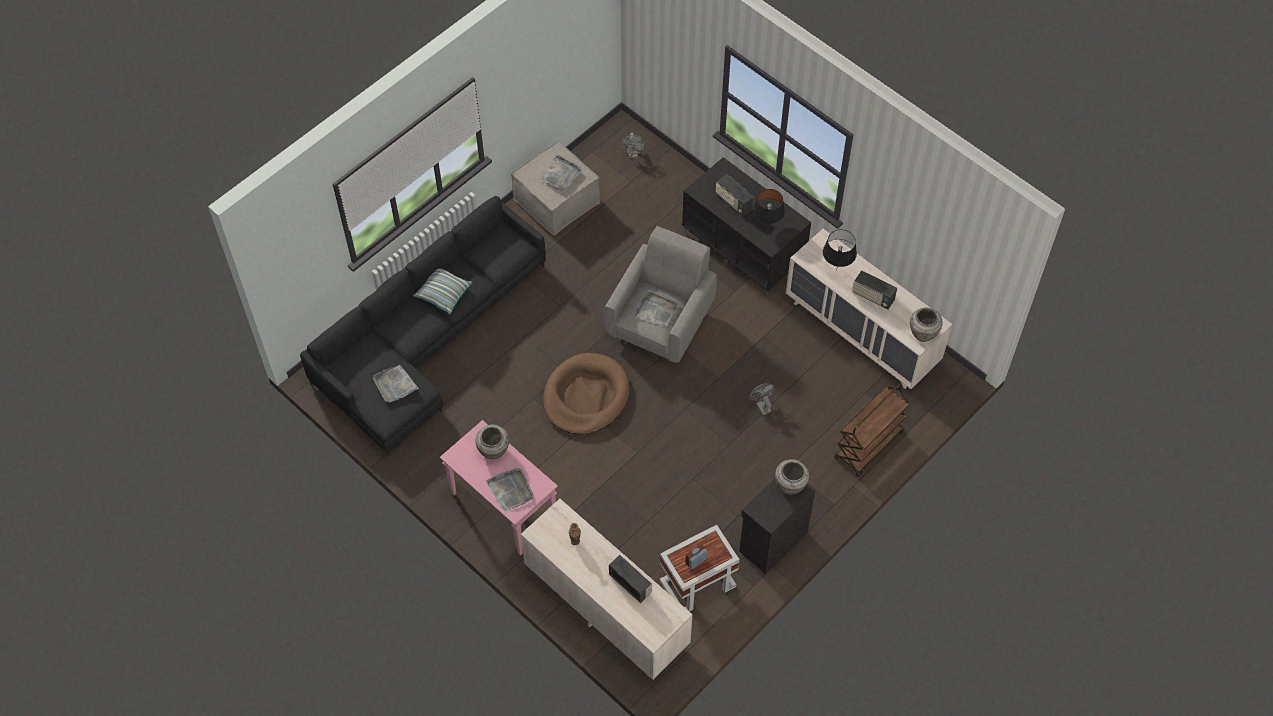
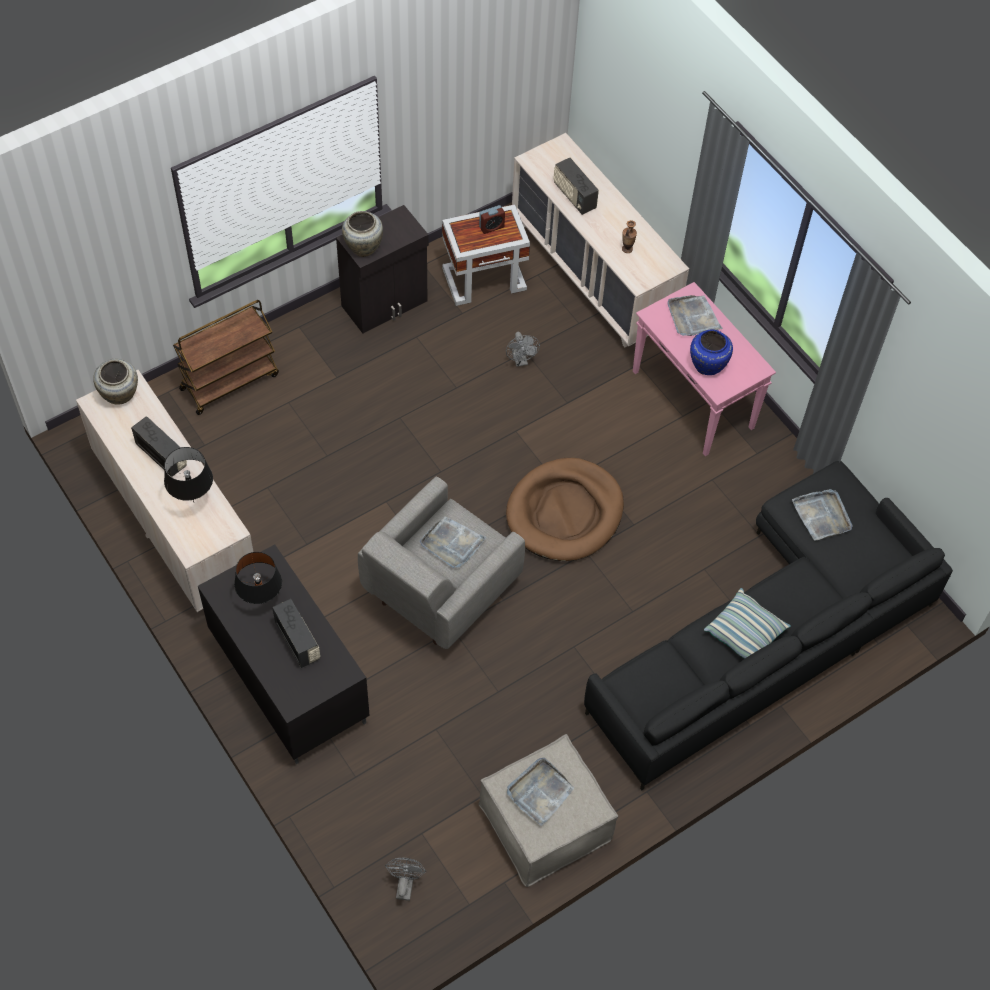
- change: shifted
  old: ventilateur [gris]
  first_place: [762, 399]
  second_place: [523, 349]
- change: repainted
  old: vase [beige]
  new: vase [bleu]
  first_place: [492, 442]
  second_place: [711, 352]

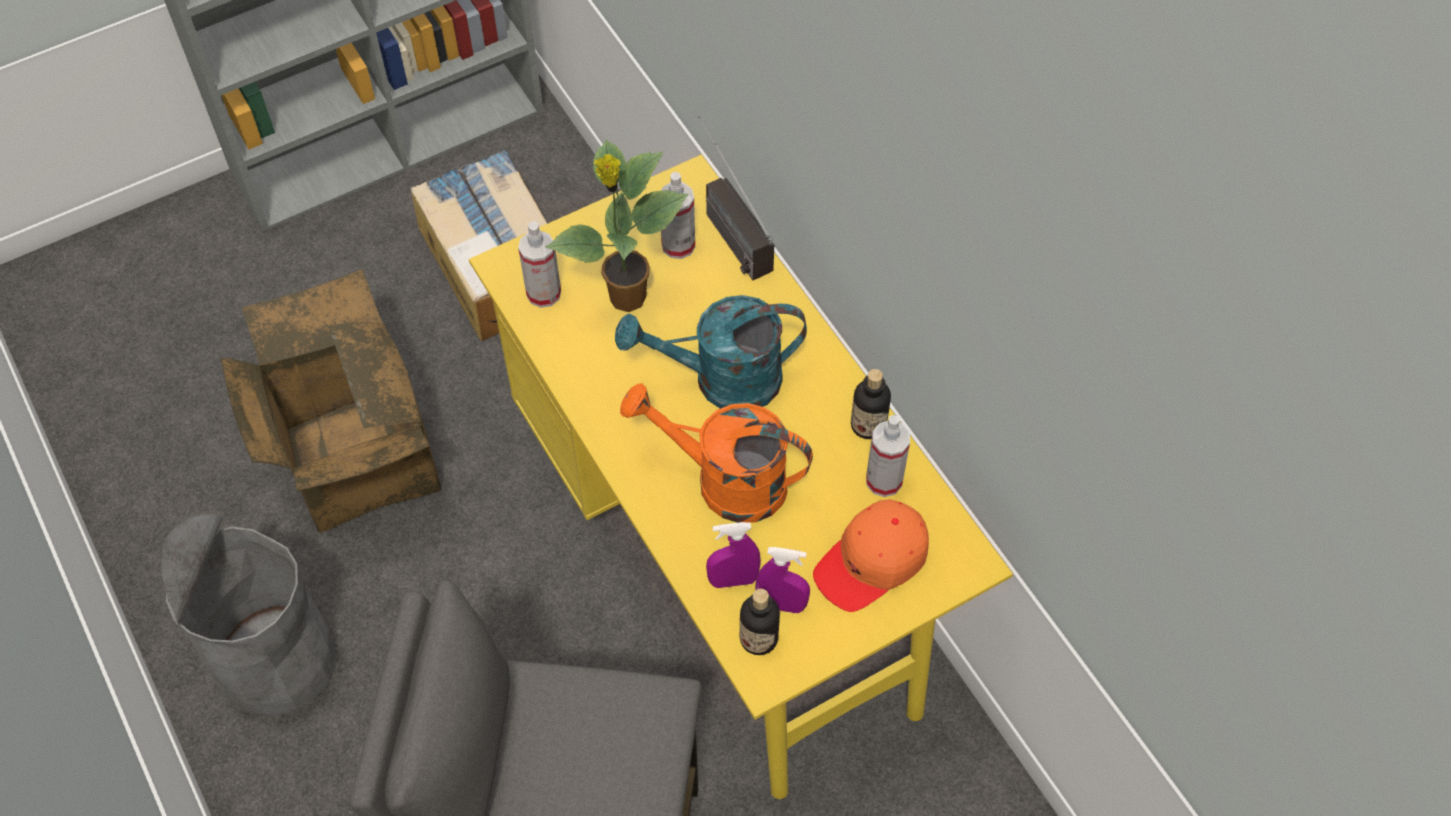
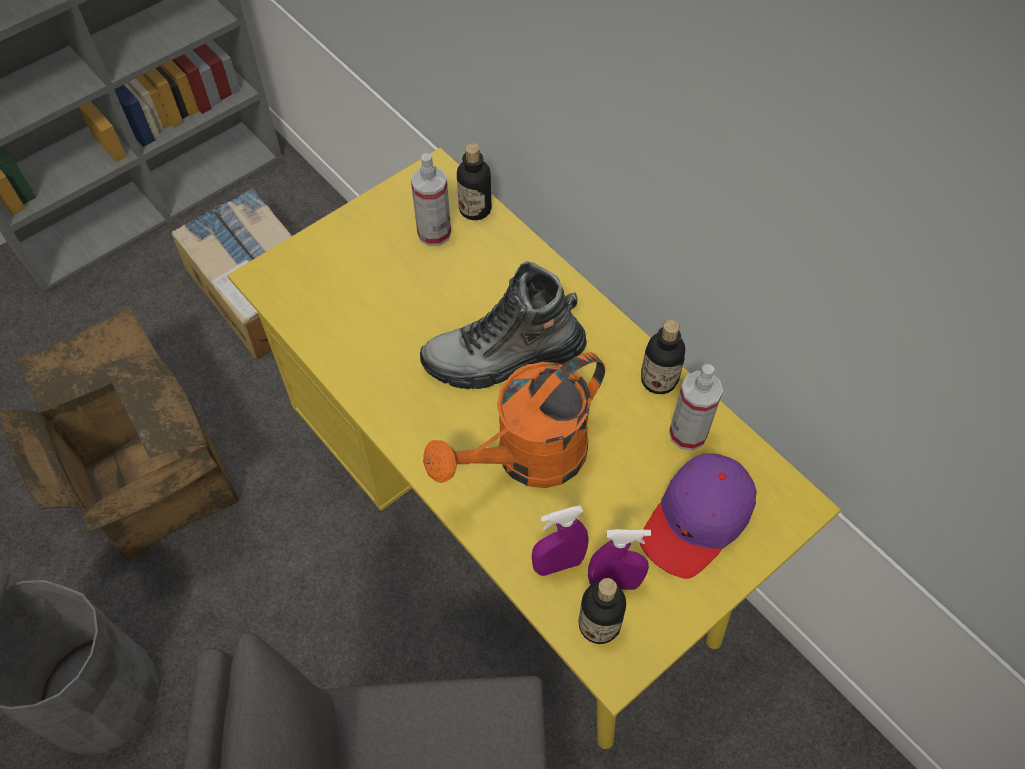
- change: swapped
  old: radio
  new: bouteille
  first_place: [736, 197]
  second_place: [474, 181]
- change: gone
  old: plante en pot
  first_place: [617, 226]
- change: gone
  old: vaporisateur
  first_place: [539, 264]
- change: swapped
  old: arrosoir [turquoise]
  new: botte
  first_place: [711, 352]
  second_place: [503, 325]
- change: rotated
  old: arrosoir [orange]
  first_place: [716, 453]
  second_place: [514, 420]
  degrees: -45
- change: repainted
  old: casquette [orange]
  new: casquette [violet]
  first_place: [871, 555]
  second_place: [698, 516]

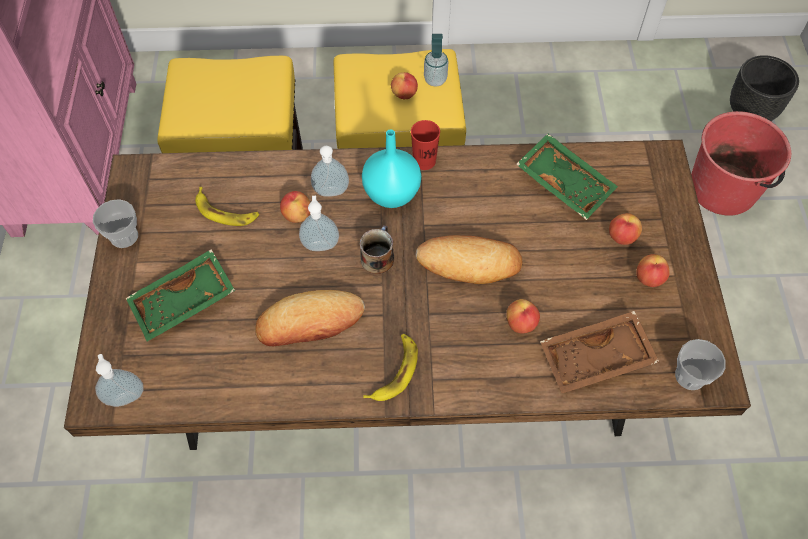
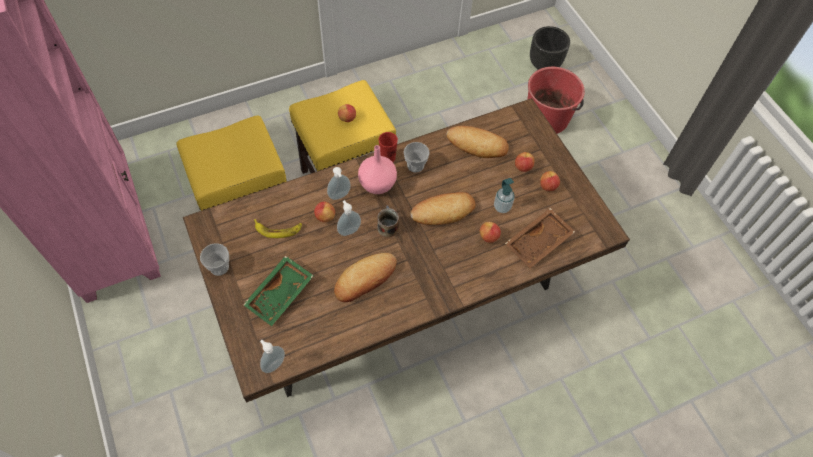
- change: shifted
  old: distributeur de savon
  first_place: [436, 60]
  second_place: [504, 195]
- change: repainted
  old: vase [turquoise]
  new: vase [rose]
  first_place: [391, 168]
  second_place: [377, 169]
- change: swapped
  old: plateau [vert]
  new: pain
  first_place: [567, 176]
  second_place: [477, 142]
- change: gone
  old: banane
  first_place: [390, 367]
- change: shifted
  old: tasse
  first_place: [700, 364]
  second_place: [417, 157]

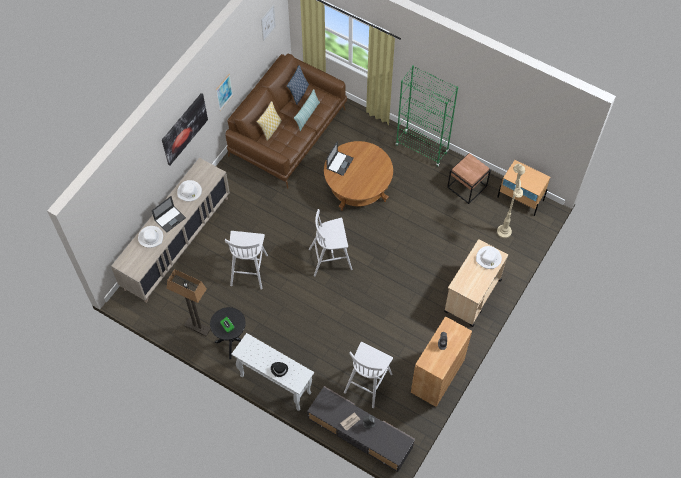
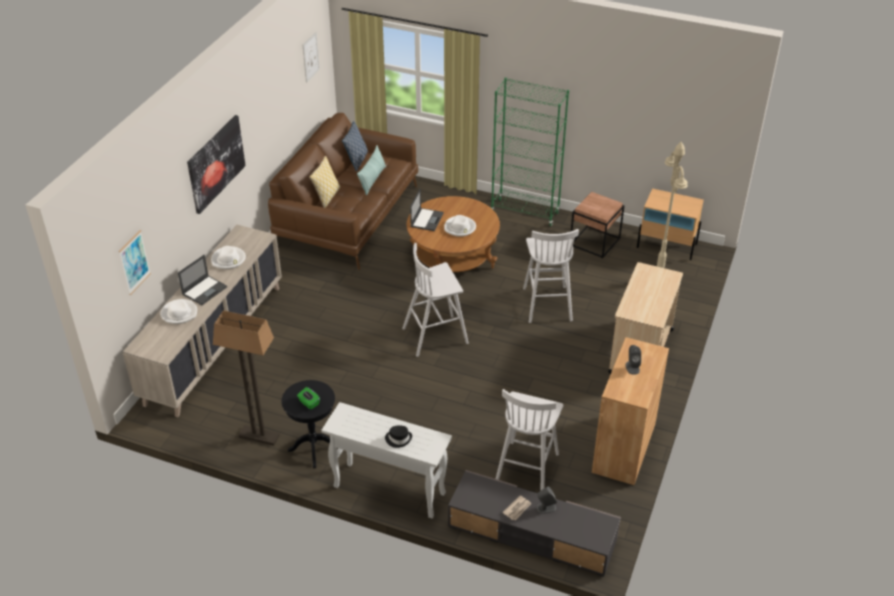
- change: shifted
  old: tableau
  first_place: [224, 92]
  second_place: [135, 262]
- change: shifted
  old: tabouret [blanc]
  first_place: [246, 260]
  second_place: [551, 276]
- change: shifted
  old: chapeau [blanc]
  first_place: [489, 257]
  second_place: [460, 226]

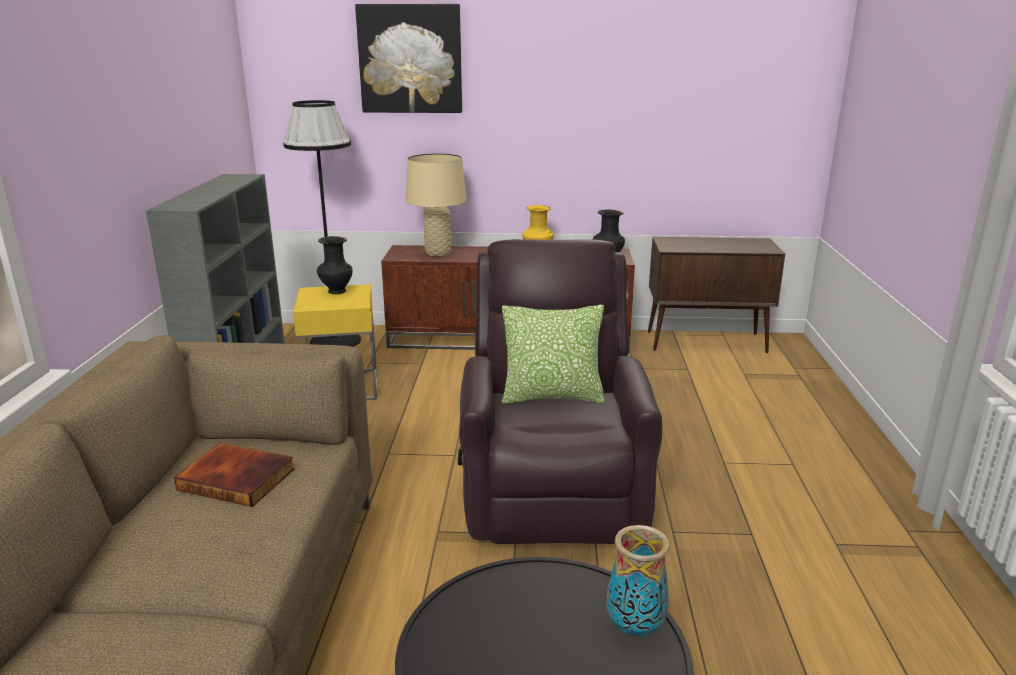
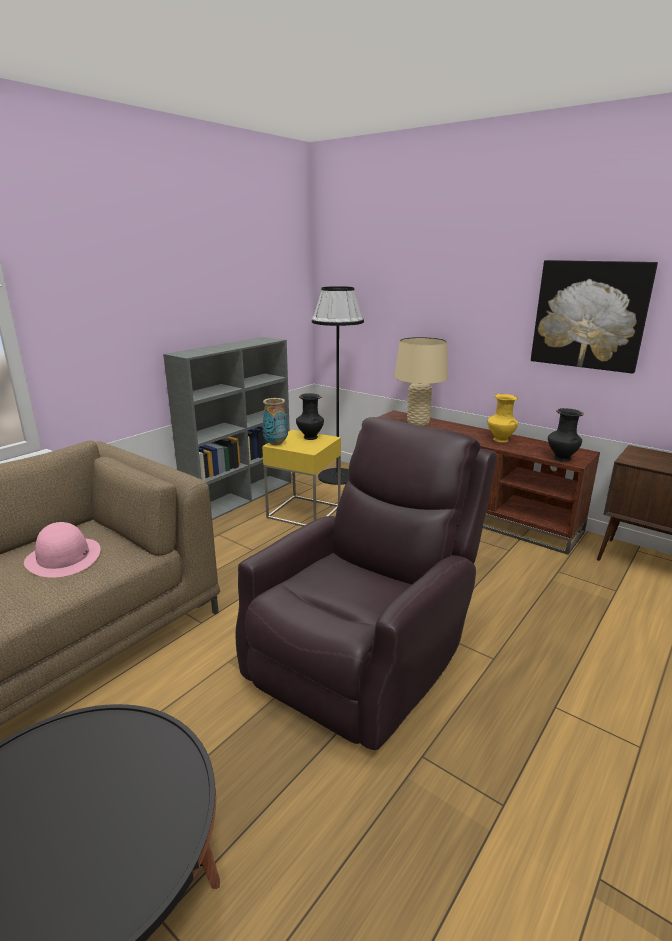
- change: shifted
  old: tableau
  first_place: [408, 58]
  second_place: [594, 317]
- change: gone
  old: coussin
  first_place: [553, 354]
- change: swapped
  old: livre
  new: chapeau [rose]
  first_place: [234, 475]
  second_place: [62, 550]
- change: shifted
  old: vase
  first_place: [638, 581]
  second_place: [275, 421]

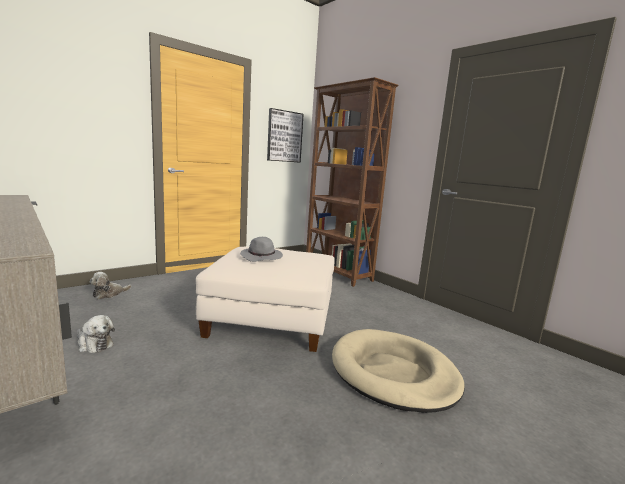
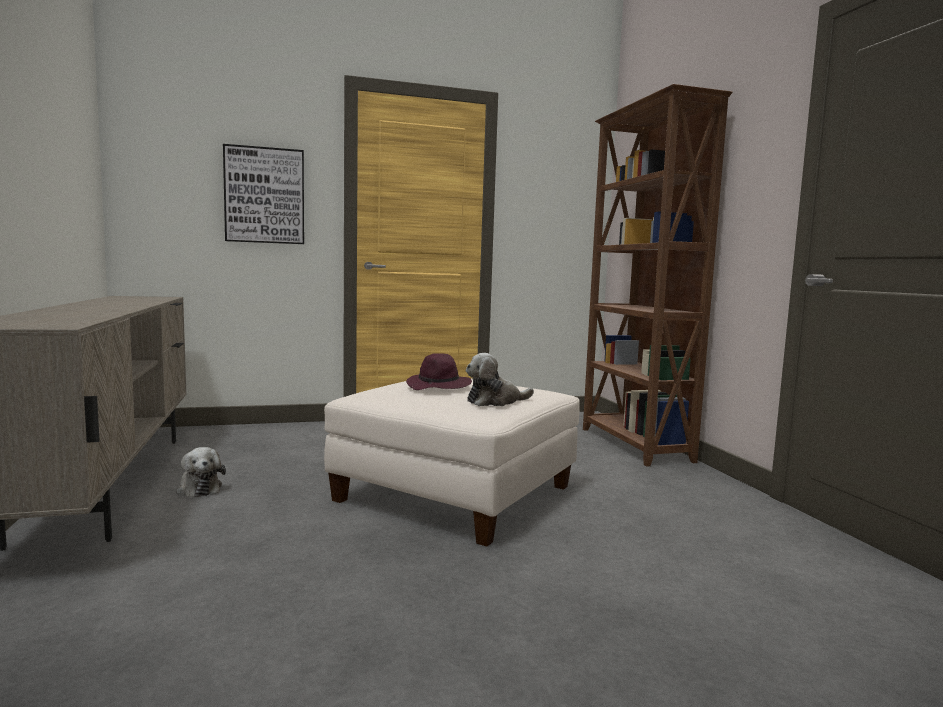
- change: shifted
  old: tableau
  first_place: [285, 135]
  second_place: [263, 194]
- change: repainted
  old: chapeau [gris]
  new: chapeau [violet]
  first_place: [261, 249]
  second_place: [439, 371]
- change: shifted
  old: peluche
  first_place: [110, 285]
  second_place: [500, 379]
- change: gone
  old: panier pour chien [beige]
  first_place: [398, 371]

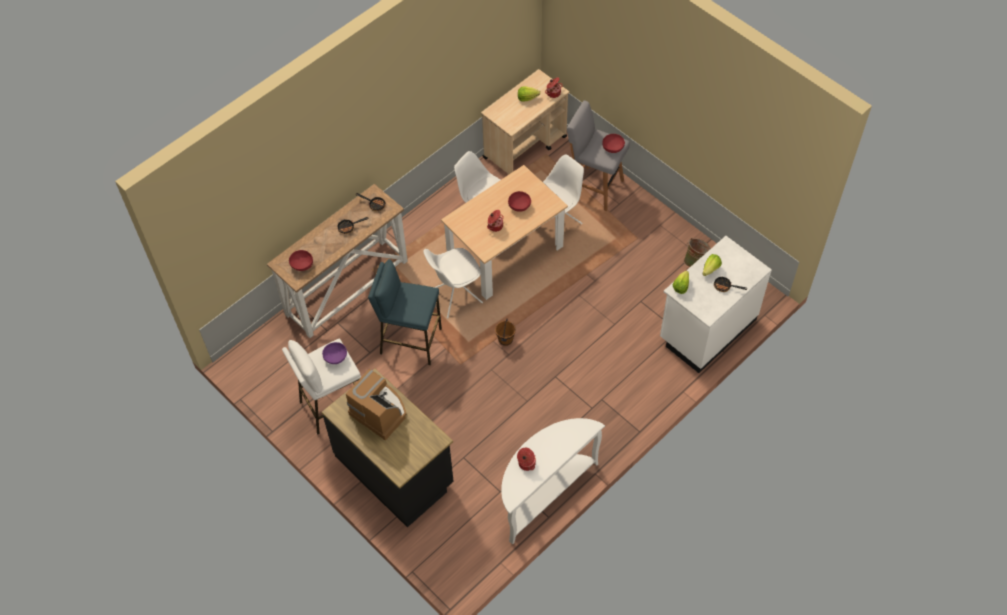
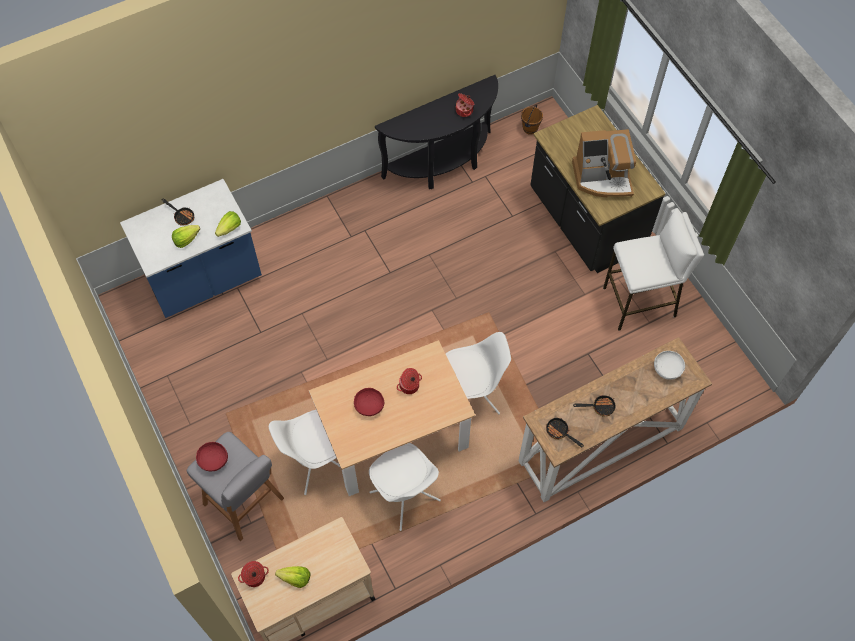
- change: repainted
  old: comptoir de cuisine [blanc]
  new: comptoir de cuisine [bleu]
  first_place: [716, 304]
  second_place: [191, 248]
- change: gone
  old: seau [vert]
  first_place: [697, 252]
- change: repainted
  old: bol [rouge]
  new: bol [blanc]
  first_place: [301, 260]
  second_place: [669, 365]
- change: gone
  old: tabouret [bleu]
  first_place: [405, 312]
- change: shifted
  old: seau [marron]
  first_place: [505, 332]
  second_place: [532, 120]
- change: gone
  old: bol [violet]
  first_place: [334, 353]
- change: rotated
  old: machine à café
  first_place: [376, 405]
  second_place: [604, 163]
  degrees: -60
- change: repainted
  old: table console [blanc]
  new: table console [noir]
  first_place: [553, 481]
  second_place: [436, 132]

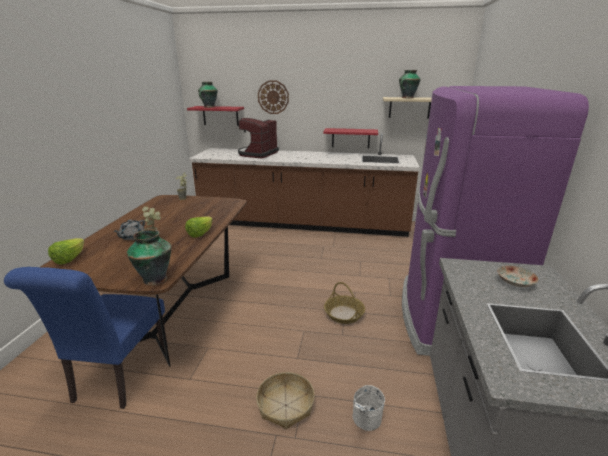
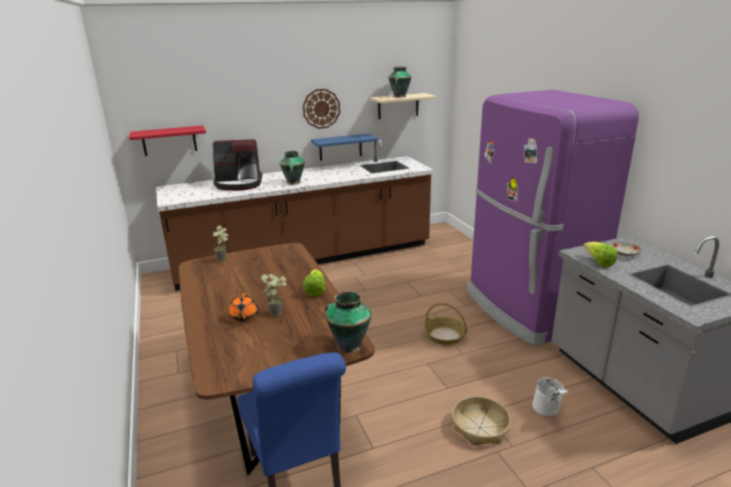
- change: shifted
  old: horloge murale
  first_place: [273, 97]
  second_place: [321, 109]
- change: shifted
  old: vase
  first_place: [208, 95]
  second_place: [292, 167]
- change: rotated
  old: machine à café
  first_place: [258, 138]
  second_place: [237, 165]
  degrees: -90
- change: repainted
  old: étagère [rouge]
  new: étagère [bleu]
  first_place: [350, 138]
  second_place: [344, 147]
- change: repainted
  old: théière [gris]
  new: théière [orange]
  first_place: [129, 230]
  second_place: [243, 307]
- change: shifted
  old: laitue
  first_place: [66, 251]
  second_place: [601, 254]

